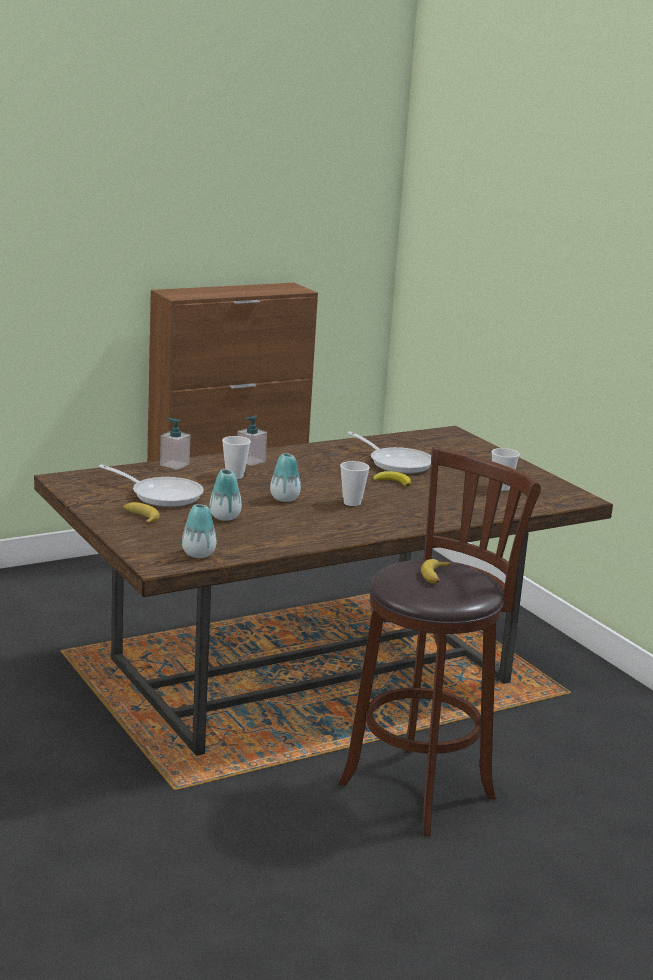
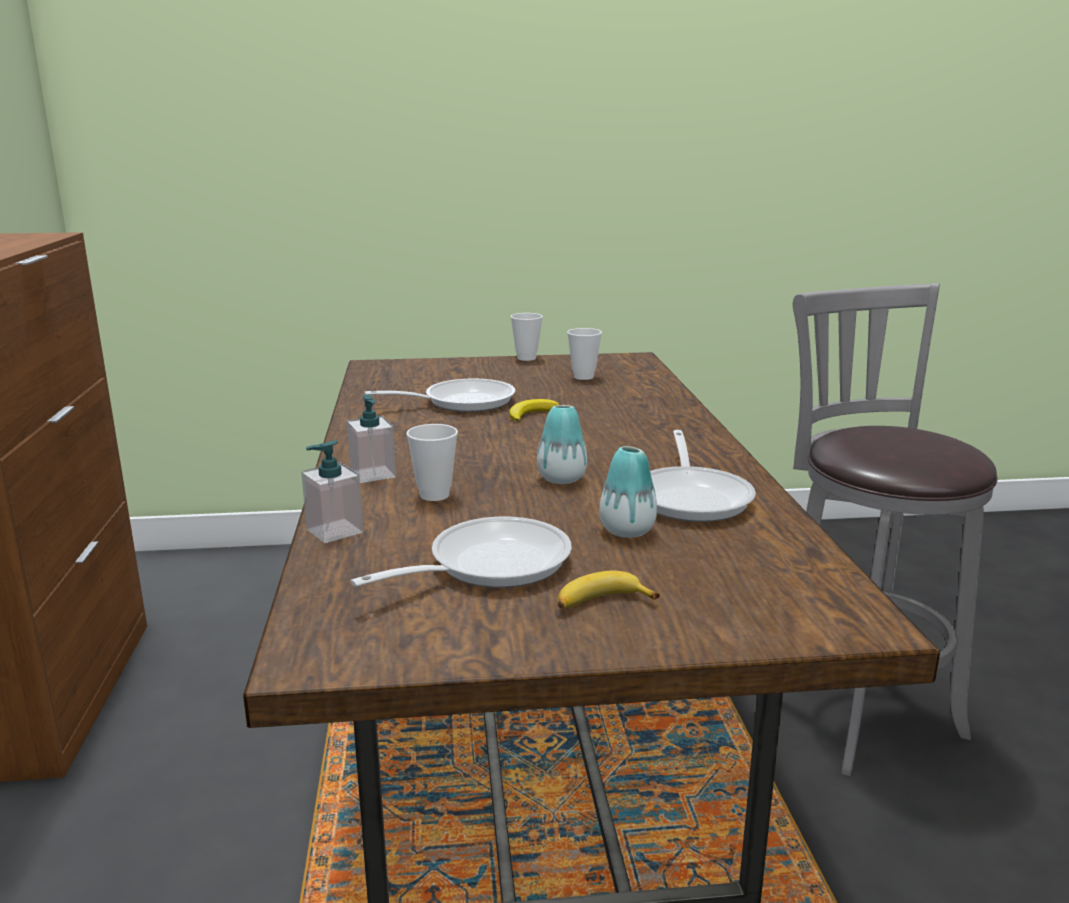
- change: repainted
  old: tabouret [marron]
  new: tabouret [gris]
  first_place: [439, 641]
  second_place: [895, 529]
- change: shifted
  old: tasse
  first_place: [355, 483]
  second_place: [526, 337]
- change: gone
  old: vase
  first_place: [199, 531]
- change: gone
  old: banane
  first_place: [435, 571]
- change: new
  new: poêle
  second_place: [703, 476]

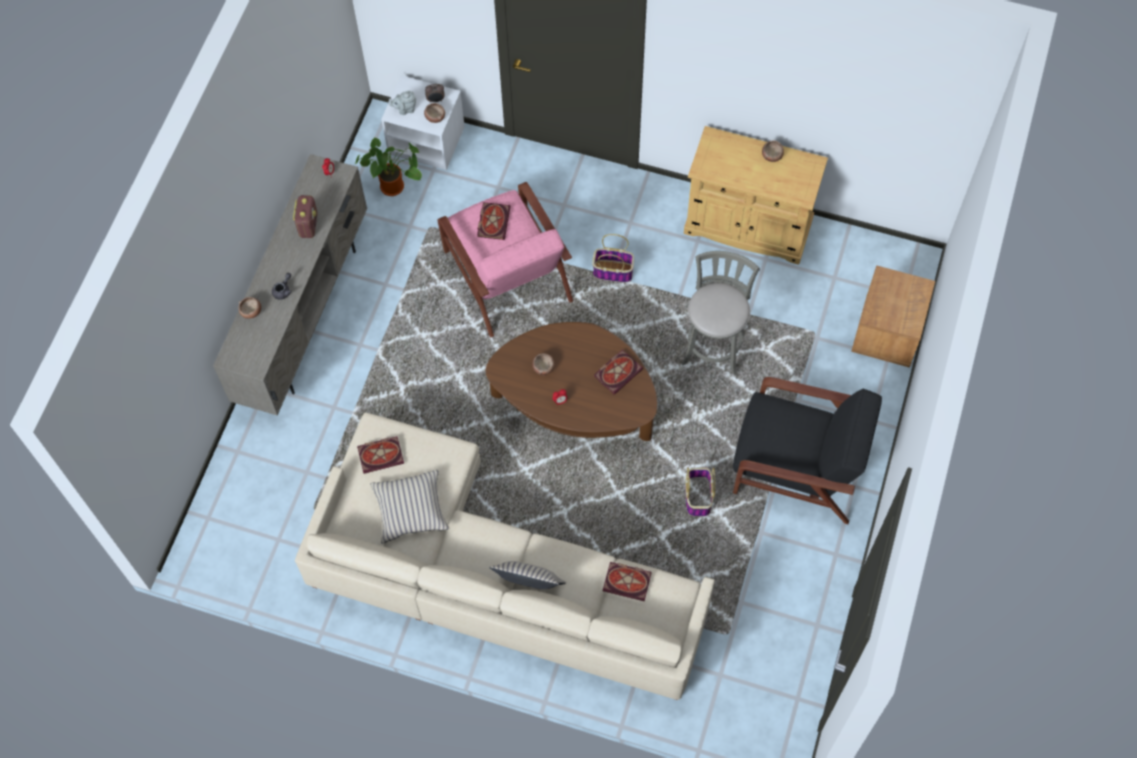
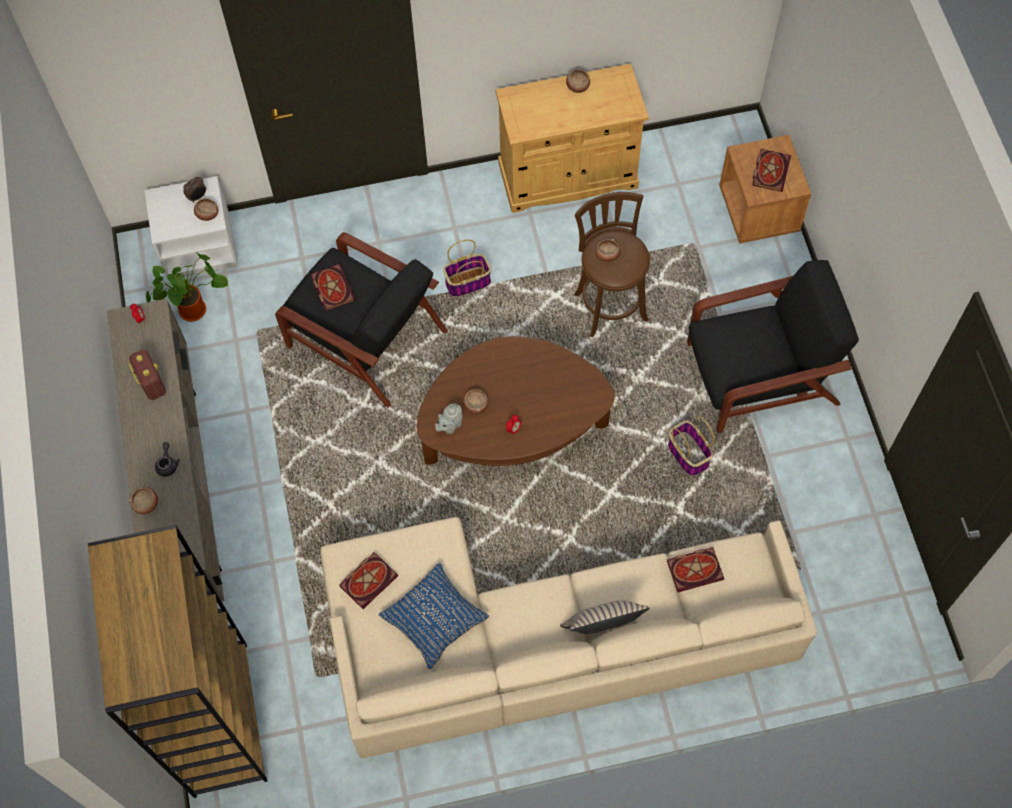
- change: shifted
  old: théière [gris]
  first_place: [402, 103]
  second_place: [449, 419]
- change: repainted
  old: fauteuil [rose]
  new: fauteuil [noir]
  first_place: [505, 259]
  second_place: [361, 320]
- change: repainted
  old: tabouret [gris]
  new: tabouret [marron]
  first_place: [720, 313]
  second_place: [612, 265]
- change: shifted
  old: livre
  first_place: [618, 372]
  second_place: [771, 170]
- change: repainted
  old: coussin [beige]
  new: coussin [bleu]
  first_place: [409, 507]
  second_place: [433, 616]
- change: new
  new: bol
  second_place: [607, 250]
- change: new
  new: bibliothèque [marron]
  second_place: [177, 661]

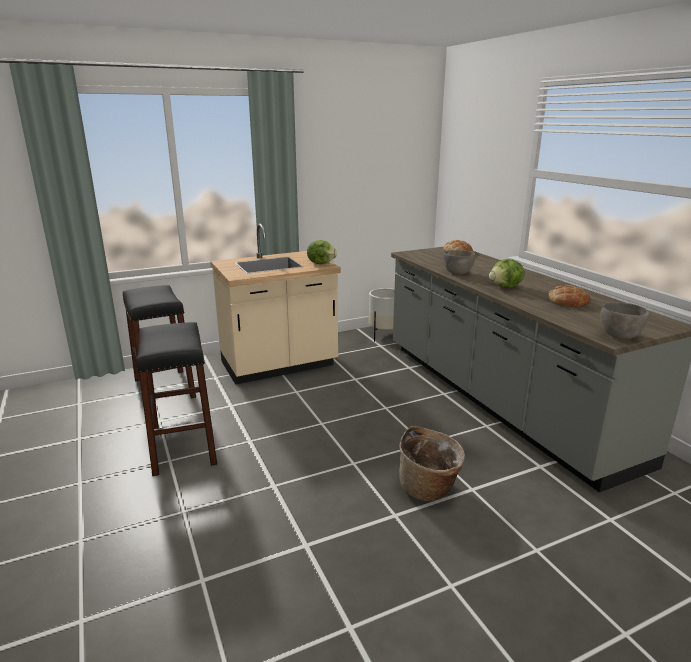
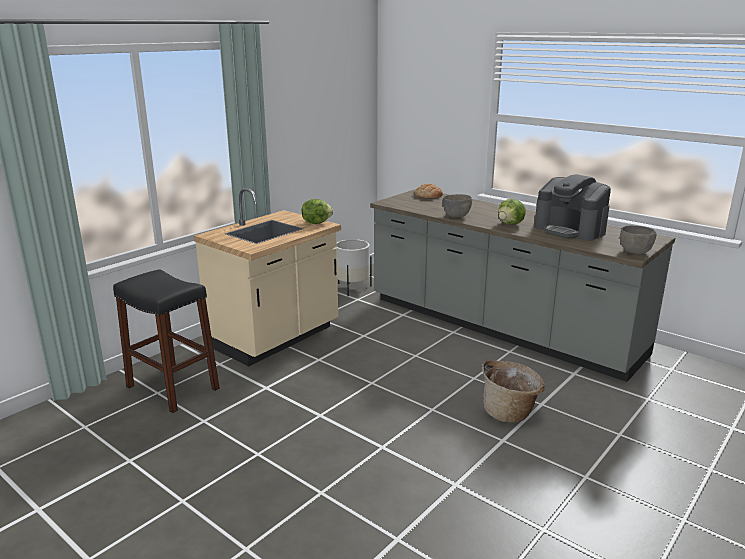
- change: swapped
  old: pain
  new: machine à café
  first_place: [569, 296]
  second_place: [572, 207]
- change: gone
  old: tabouret [noir]
  first_place: [177, 399]

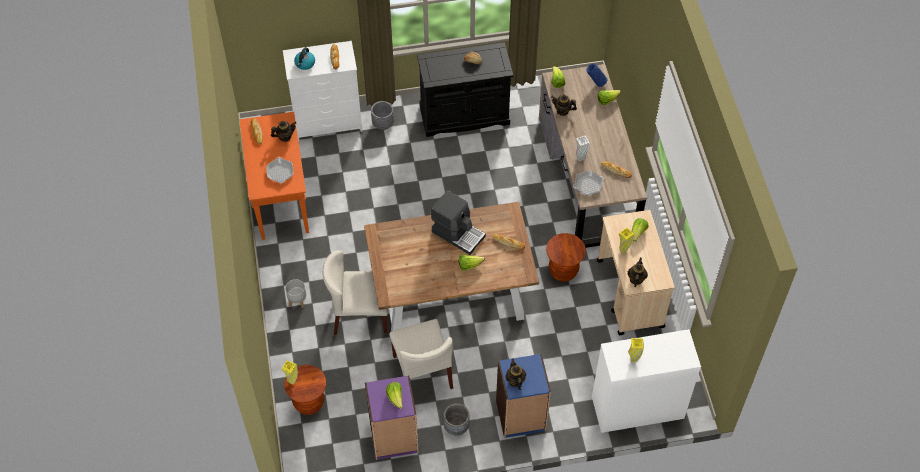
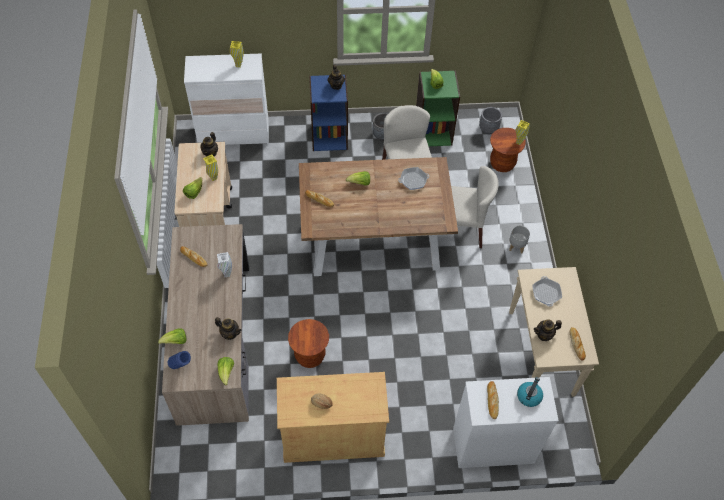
- change: repainted
  old: meuble de rangement [noir]
  new: meuble de rangement [beige]
  first_place: [465, 89]
  second_place: [333, 417]
- change: shifted
  old: cache-pot [gris]
  first_place: [382, 115]
  second_place: [490, 120]
- change: repainted
  old: table console [orange]
  new: table console [beige]
  first_place: [274, 176]
  second_place: [554, 332]
- change: shifted
  old: poêle
  first_place: [588, 183]
  second_place: [414, 178]
- change: gone
  old: machine à café
  first_place: [458, 222]
- change: shifted
  old: tabouret [marron]
  first_place: [566, 257]
  second_place: [308, 343]
- change: repainted
  old: bibliothèque [violet]
  new: bibliothèque [vert]
  first_place: [392, 417]
  second_place: [438, 108]

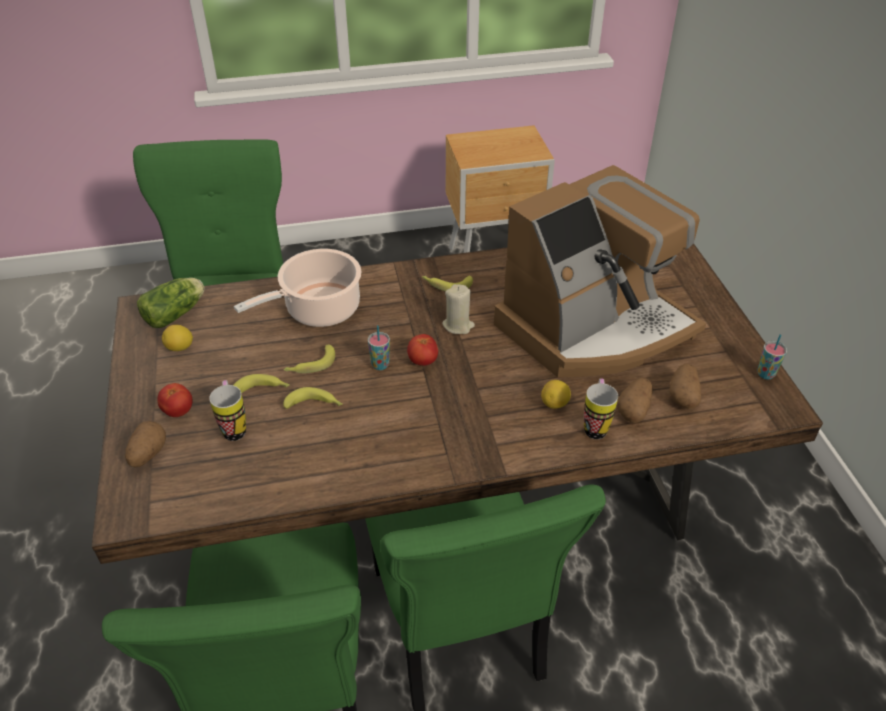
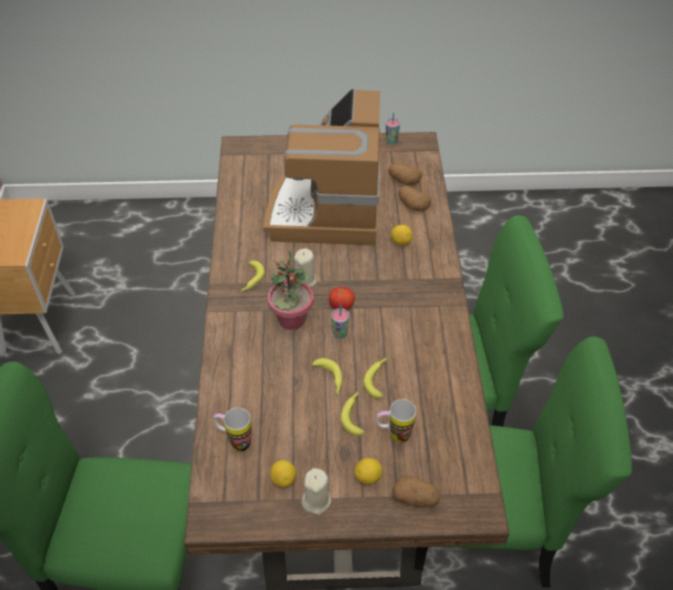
- change: rotated
  old: machine à café
  first_place: [600, 271]
  second_place: [321, 166]
  degrees: -150
- change: gone
  old: marmite
  first_place: [297, 288]
- change: gone
  old: laitue
  first_place: [171, 303]
- change: shifted
  old: mug
  first_place: [601, 408]
  second_place: [232, 429]
- change: swapped
  old: tomate
  new: citron
  first_place: [175, 400]
  second_place: [369, 471]
- change: new
  new: plante en pot
  second_place: [291, 289]
- change: new
  new: bougie [beige]
  second_place: [316, 491]

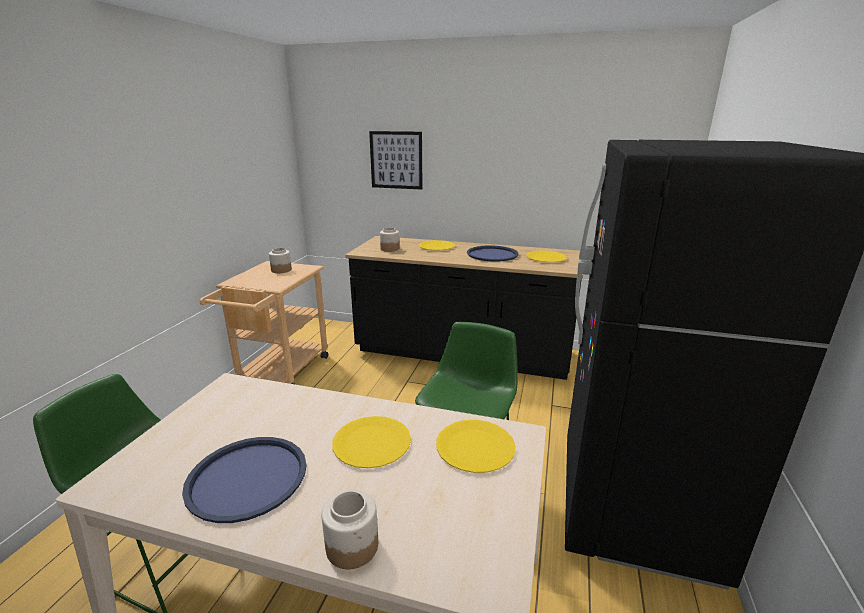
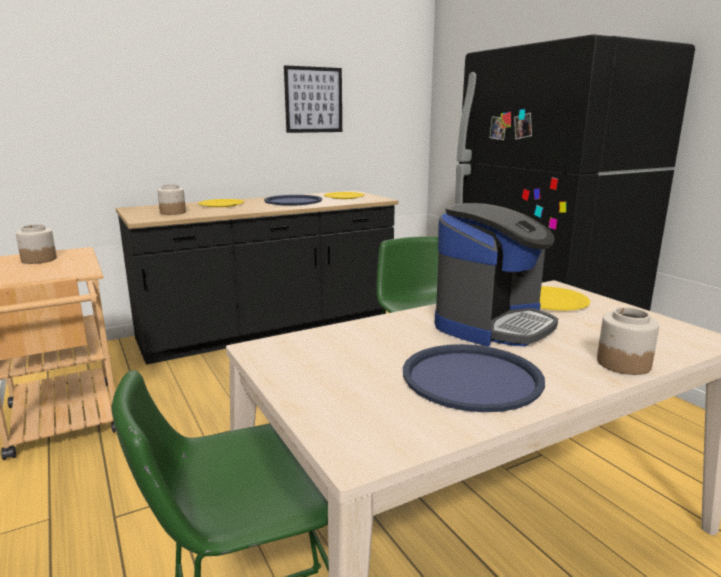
- change: shifted
  old: tableau
  first_place: [395, 160]
  second_place: [313, 99]
- change: swapped
  old: assiette [jaune]
  new: machine à café
  first_place: [371, 442]
  second_place: [496, 274]

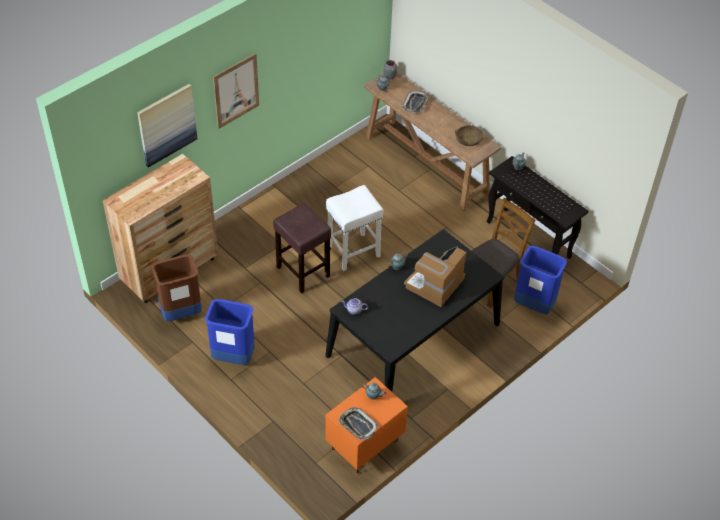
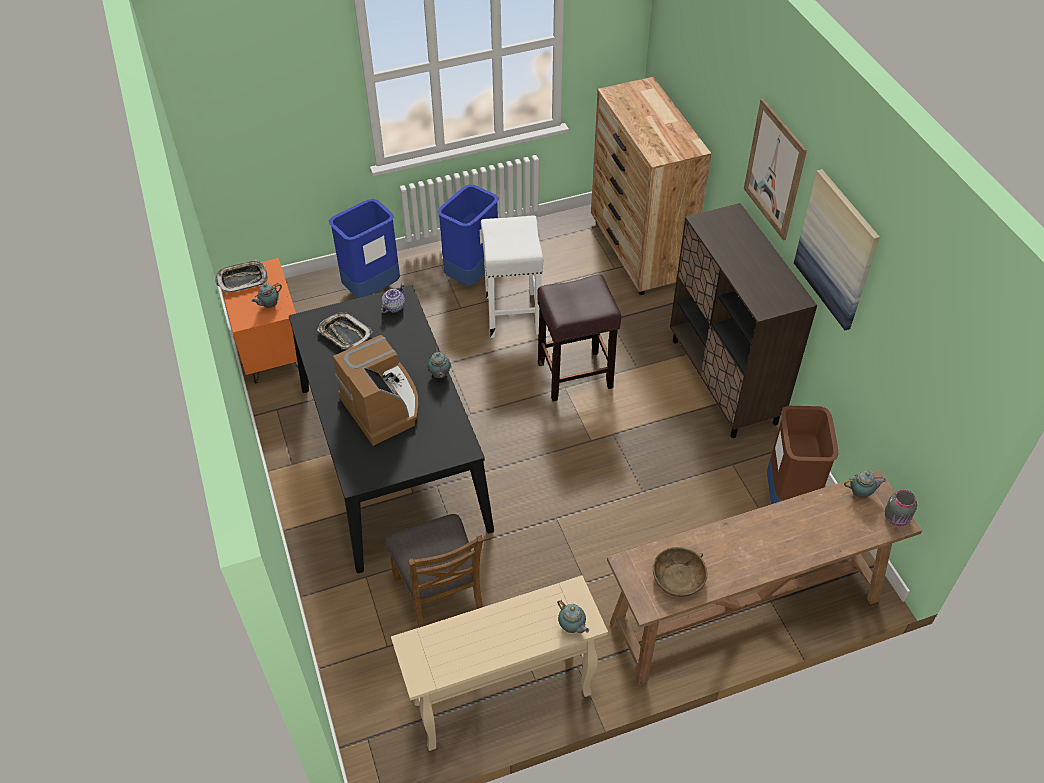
- change: shifted
  old: tableau
  first_place: [167, 126]
  second_place: [837, 249]
- change: shifted
  old: plateau
  first_place: [416, 102]
  second_place: [345, 331]
- change: repainted
  old: table console [noir]
  new: table console [beige]
  first_place: [538, 207]
  second_place: [499, 663]
- change: shifted
  old: tabouret [blanc]
  first_place: [354, 228]
  second_place: [512, 277]
- change: shifted
  old: poubelle [bleu]
  first_place: [540, 280]
  second_place: [364, 248]
- change: shifted
  old: poubelle [marron]
  first_place: [177, 288]
  second_place: [802, 455]
- change: new
  new: meuble de rangement [marron]
  second_place: [743, 320]

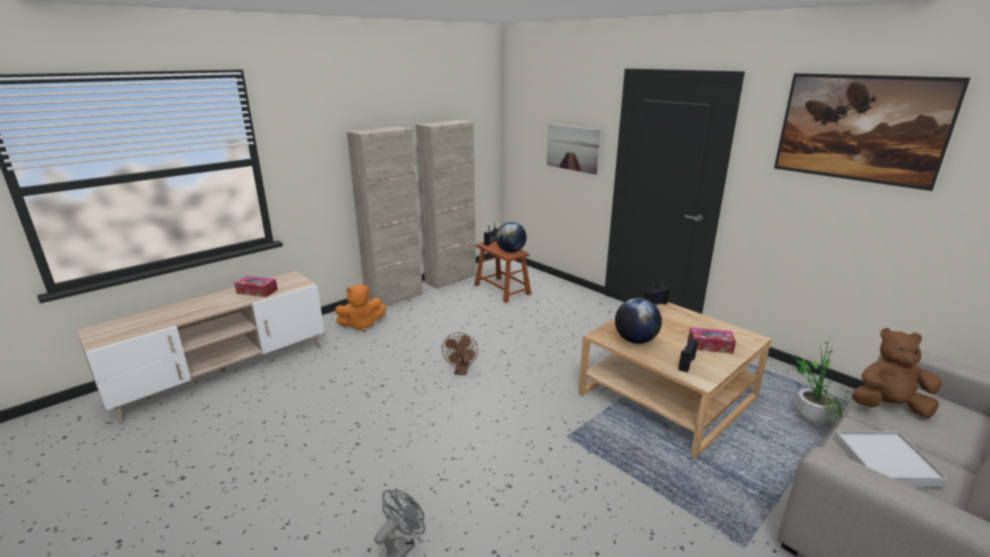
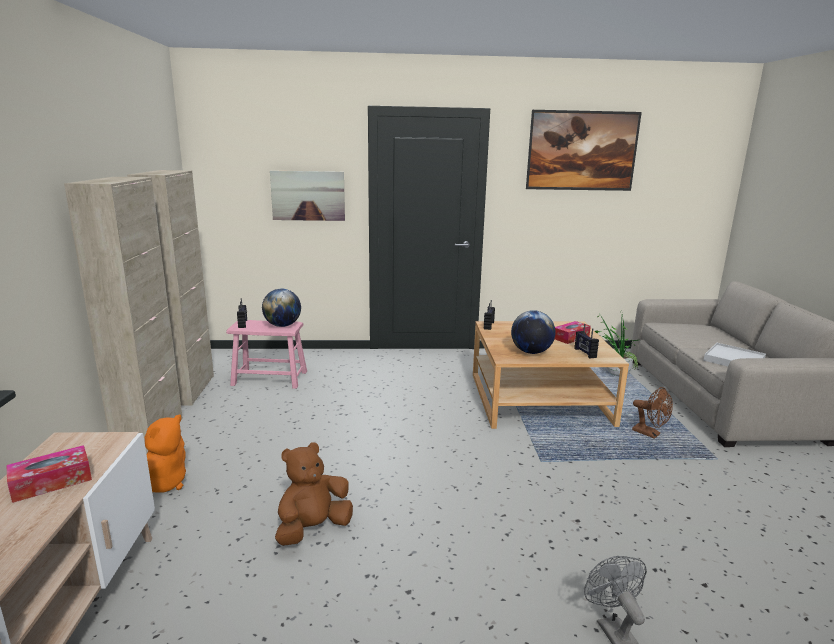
- change: repainted
  old: tabouret [marron]
  new: tabouret [rose]
  first_place: [502, 272]
  second_place: [266, 354]
- change: shifted
  old: peluche [marron]
  first_place: [897, 373]
  second_place: [314, 494]
- change: shifted
  old: ventilateur [marron]
  first_place: [460, 353]
  second_place: [652, 413]

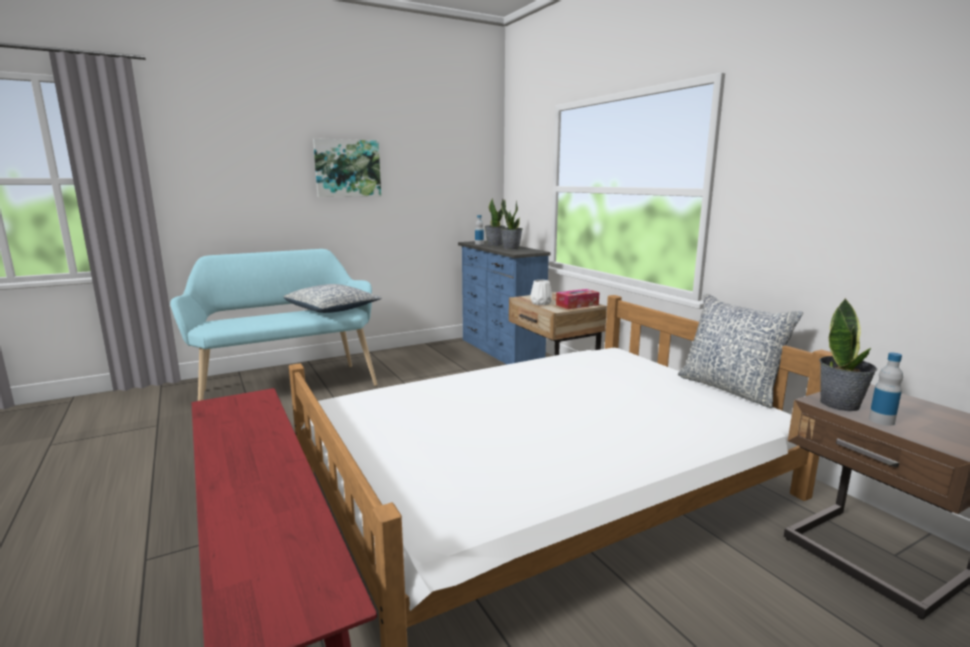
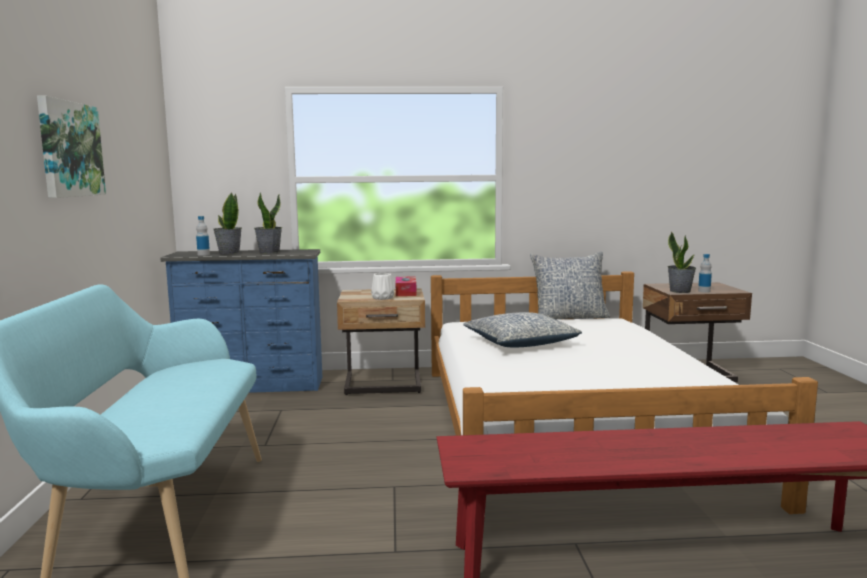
- change: shifted
  old: coussin
  first_place: [332, 298]
  second_place: [522, 329]

